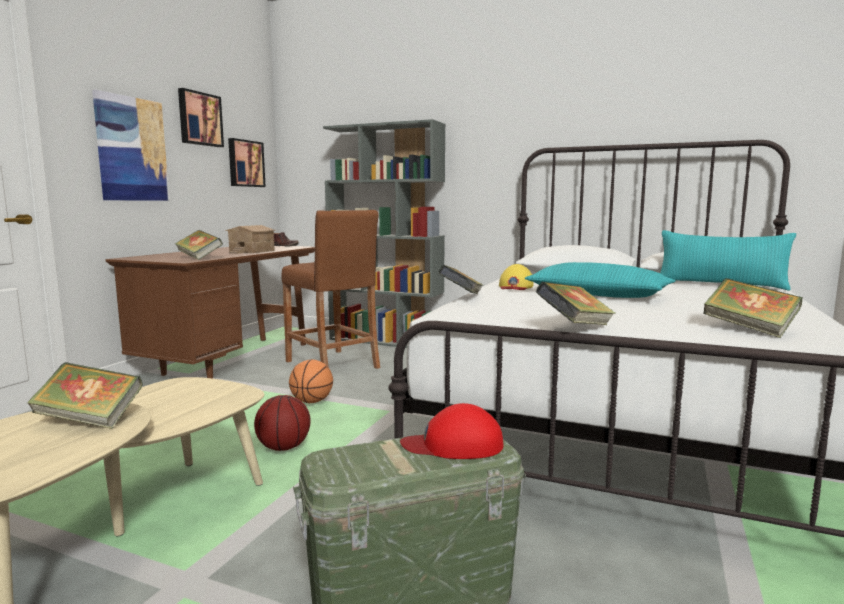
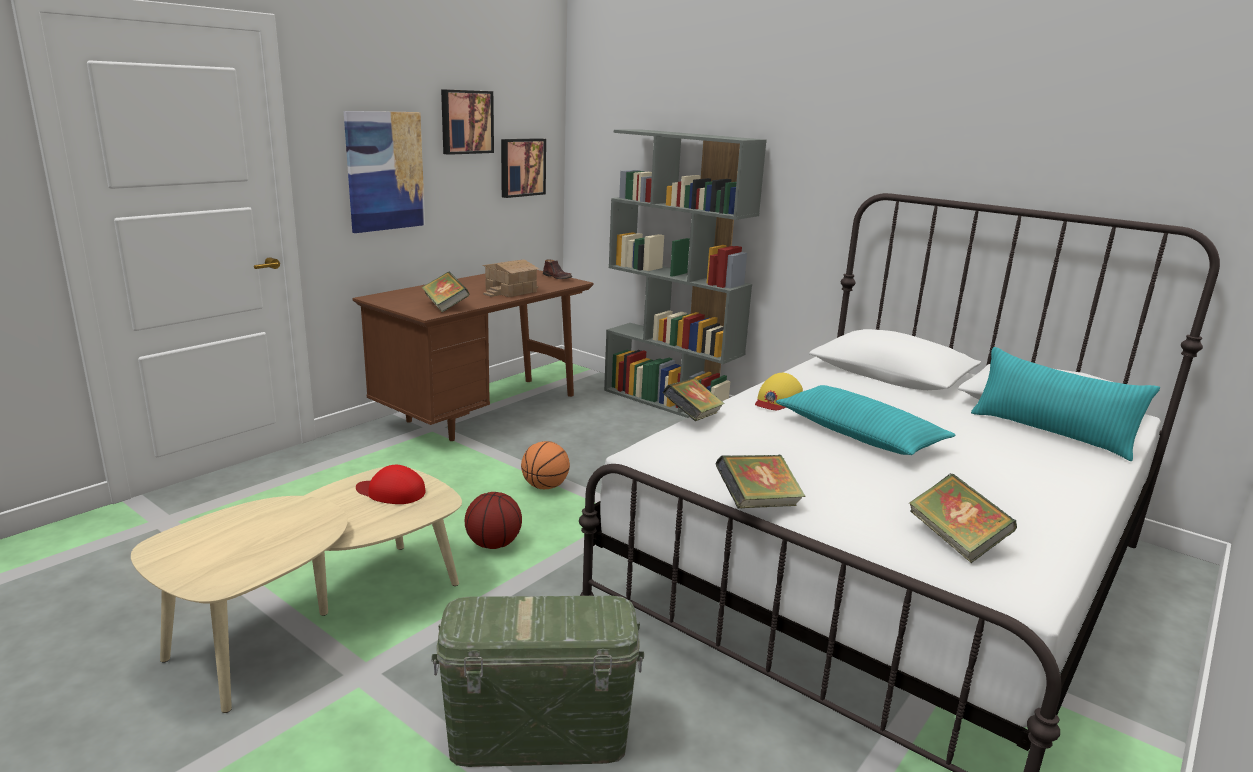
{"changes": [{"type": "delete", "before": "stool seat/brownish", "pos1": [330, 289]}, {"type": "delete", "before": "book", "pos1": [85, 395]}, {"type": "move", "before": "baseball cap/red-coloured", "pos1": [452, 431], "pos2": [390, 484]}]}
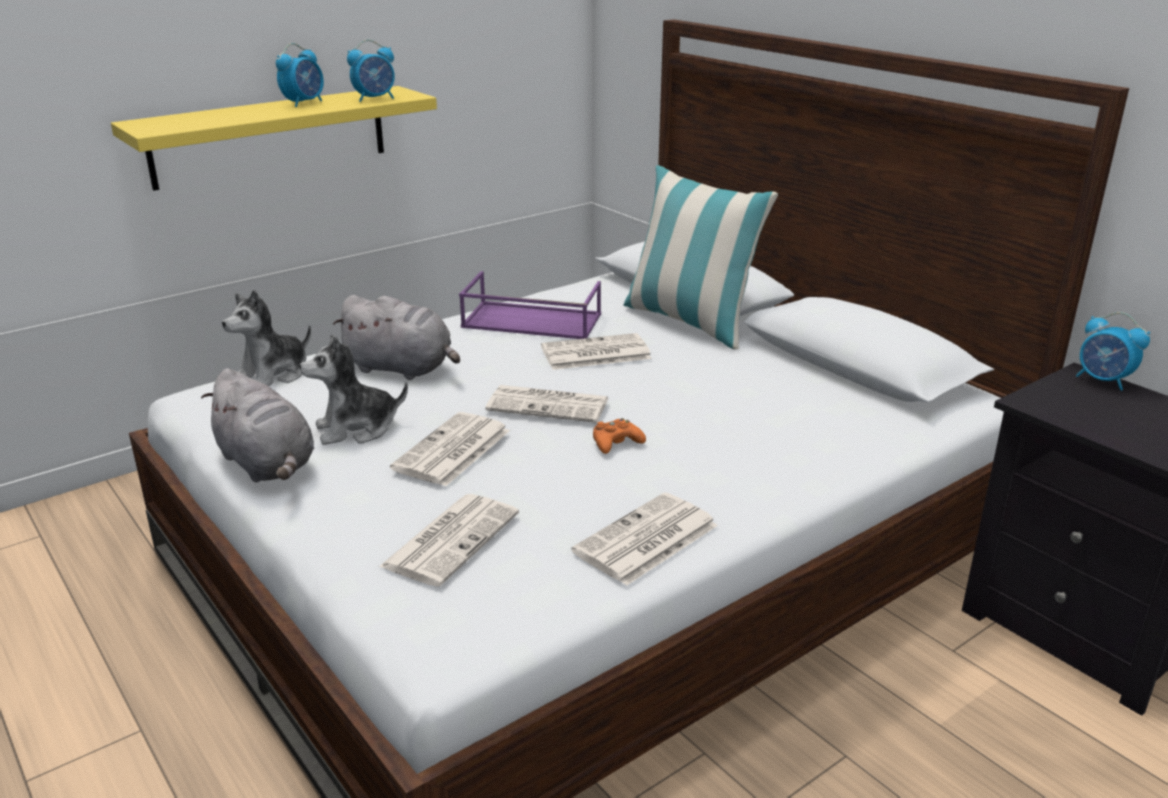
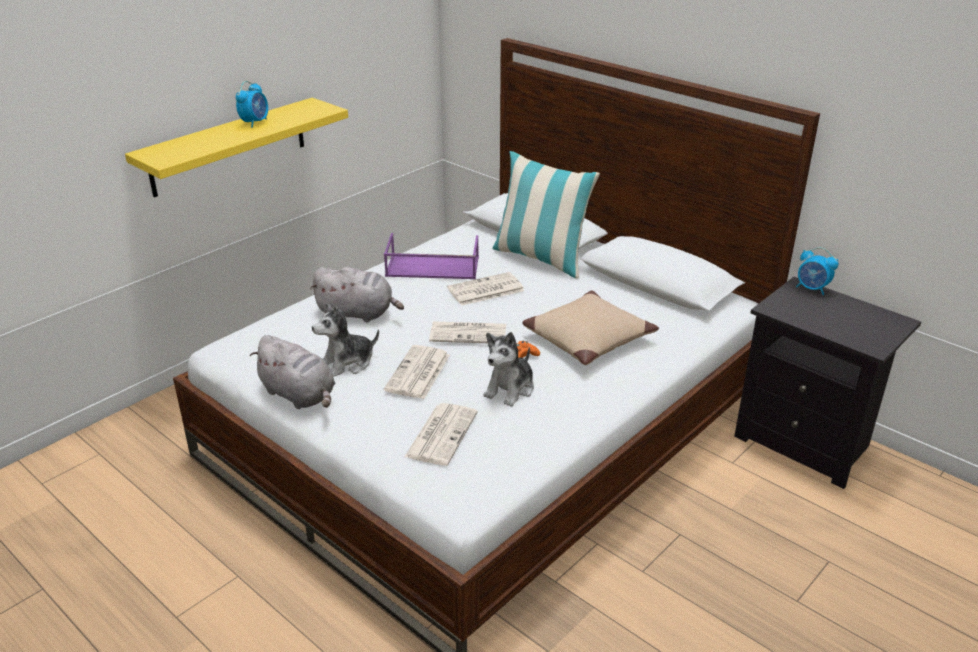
{"changes": [{"type": "delete", "before": "table clock", "pos1": [371, 71]}, {"type": "move", "before": "cuddly toy", "pos1": [266, 338], "pos2": [508, 369]}, {"type": "delete", "before": "daily paper", "pos1": [644, 539]}, {"type": "insert", "after": "pillow/beige-coloured", "pos2": [590, 328]}]}
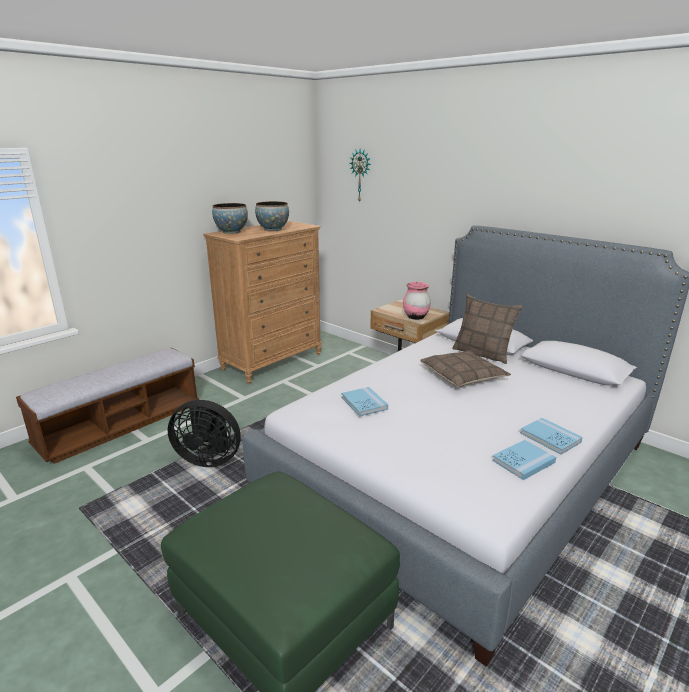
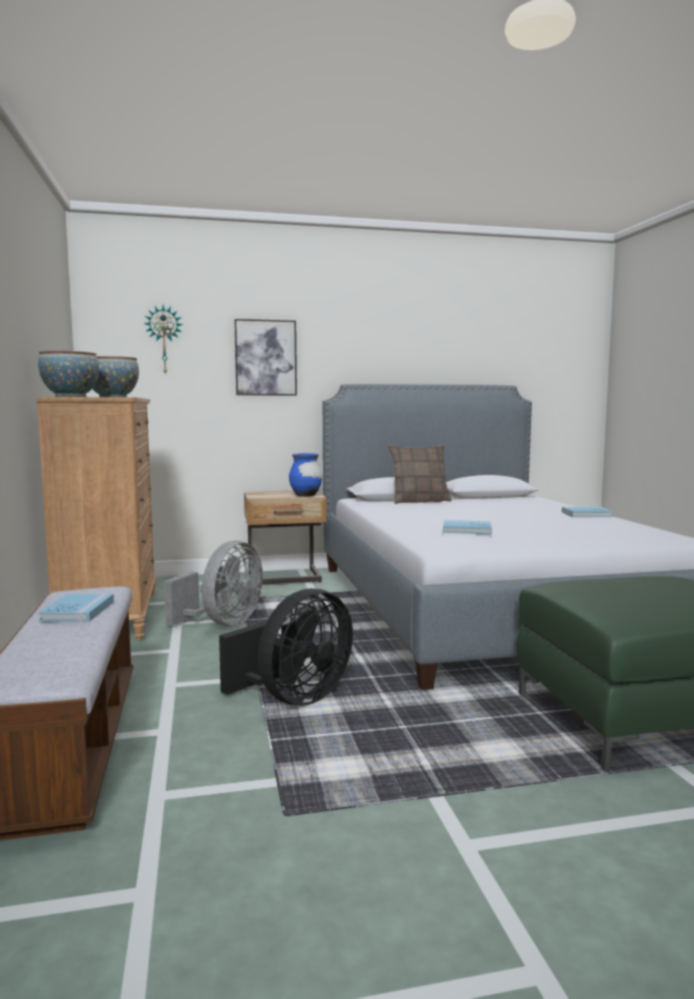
{"changes": [{"type": "recolor", "before": "decorative vase/pink-coloured", "after": "decorative vase/bluish", "pos1": [417, 301], "pos2": [305, 475]}, {"type": "delete", "before": "pillow", "pos1": [465, 369]}, {"type": "move", "before": "book/bluish", "pos1": [524, 460], "pos2": [76, 608]}, {"type": "insert", "after": "wall art", "pos2": [266, 357]}, {"type": "insert", "after": "electric fan/grey", "pos2": [213, 583]}]}
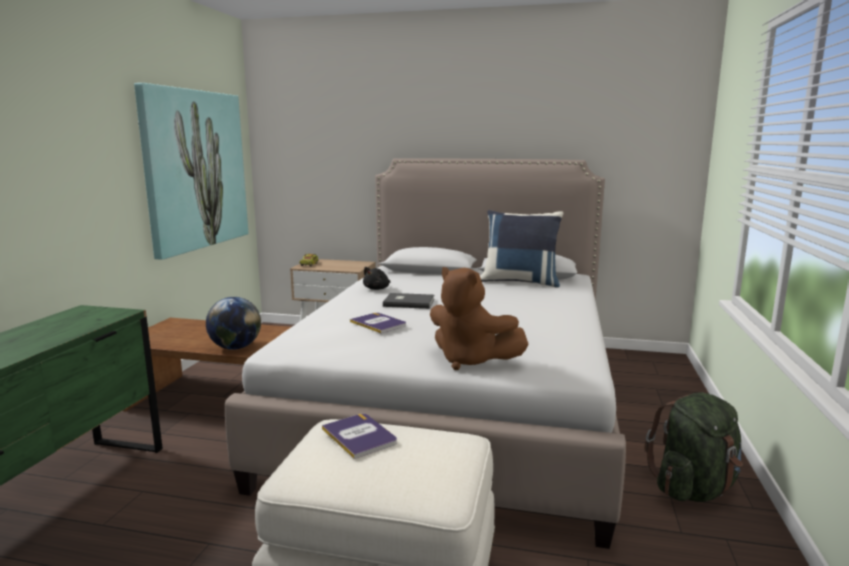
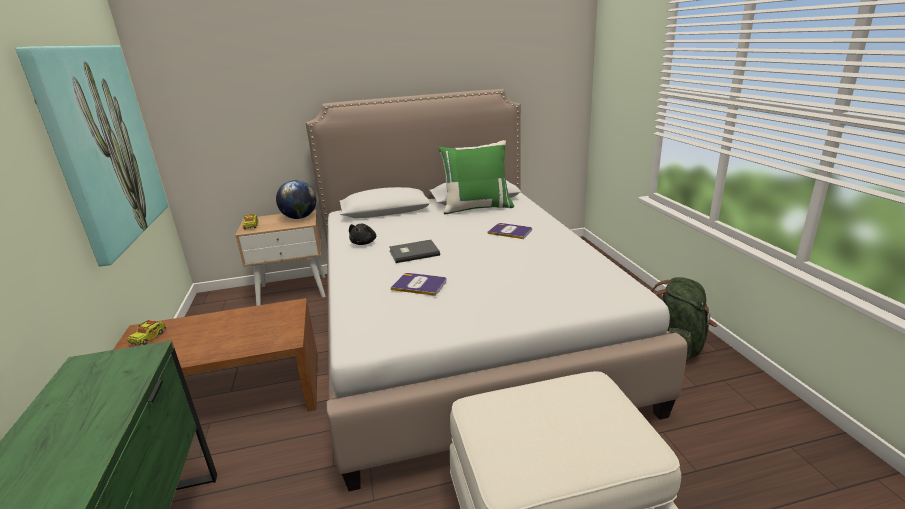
{"changes": [{"type": "recolor", "before": "pillow/bluish", "after": "pillow/greenish", "pos1": [521, 249], "pos2": [476, 177]}, {"type": "delete", "before": "cuddly toy/brownish", "pos1": [479, 318]}, {"type": "move", "before": "desk globe", "pos1": [233, 323], "pos2": [296, 199]}, {"type": "move", "before": "book", "pos1": [359, 436], "pos2": [510, 231]}, {"type": "insert", "after": "toy lorry", "pos2": [146, 332]}]}
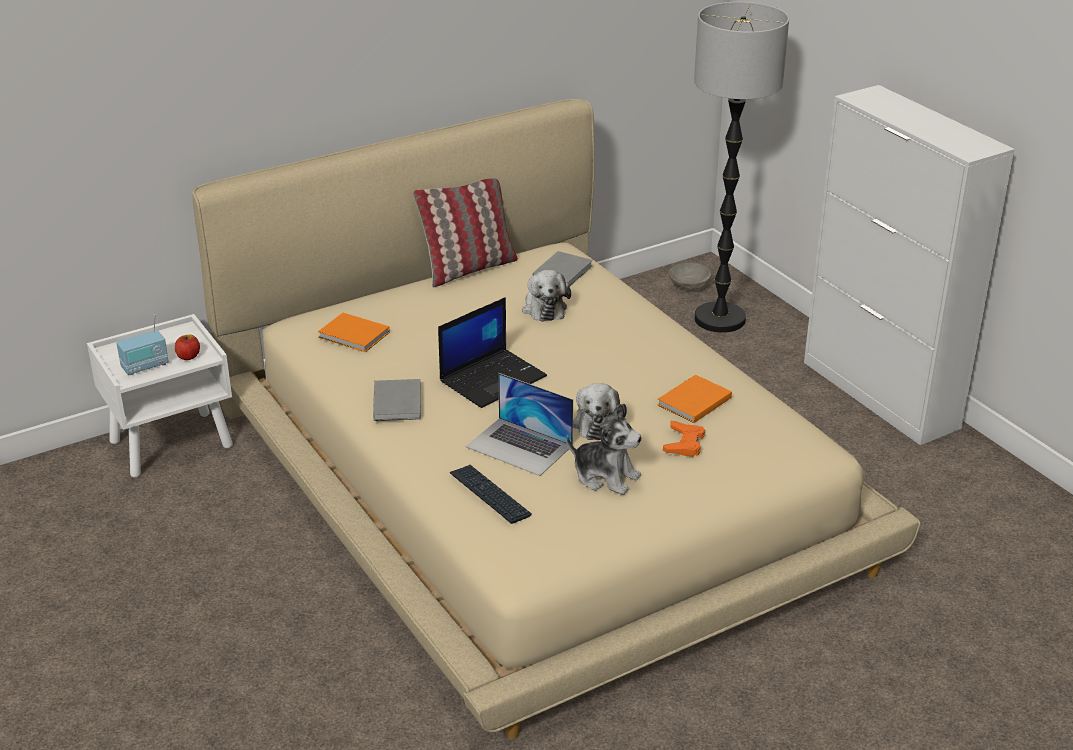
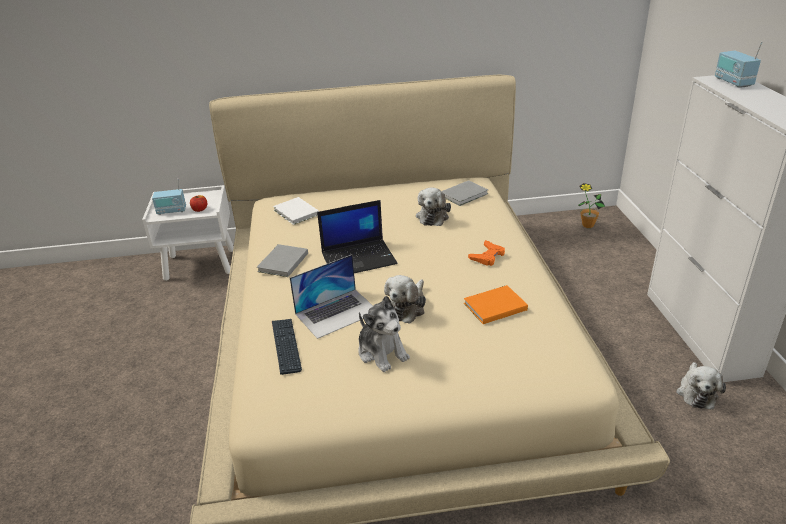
{"changes": [{"type": "delete", "before": "standing lamp", "pos1": [741, 167]}, {"type": "delete", "before": "pillow", "pos1": [465, 232]}, {"type": "replace", "before": "deep dish/grey", "after": "plant in a pot", "pos1": [690, 276], "pos2": [591, 205]}, {"type": "recolor", "before": "book/orange", "after": "book/white-coloured", "pos1": [354, 332], "pos2": [296, 211]}, {"type": "rotate", "before": "laptop", "pos1": [519, 424], "pos2": [331, 296], "turn": -90}, {"type": "move", "before": "gamepad/orange", "pos1": [684, 439], "pos2": [486, 253]}, {"type": "insert", "after": "radio receiver", "pos2": [738, 65]}, {"type": "insert", "after": "cuddly toy", "pos2": [701, 385]}]}
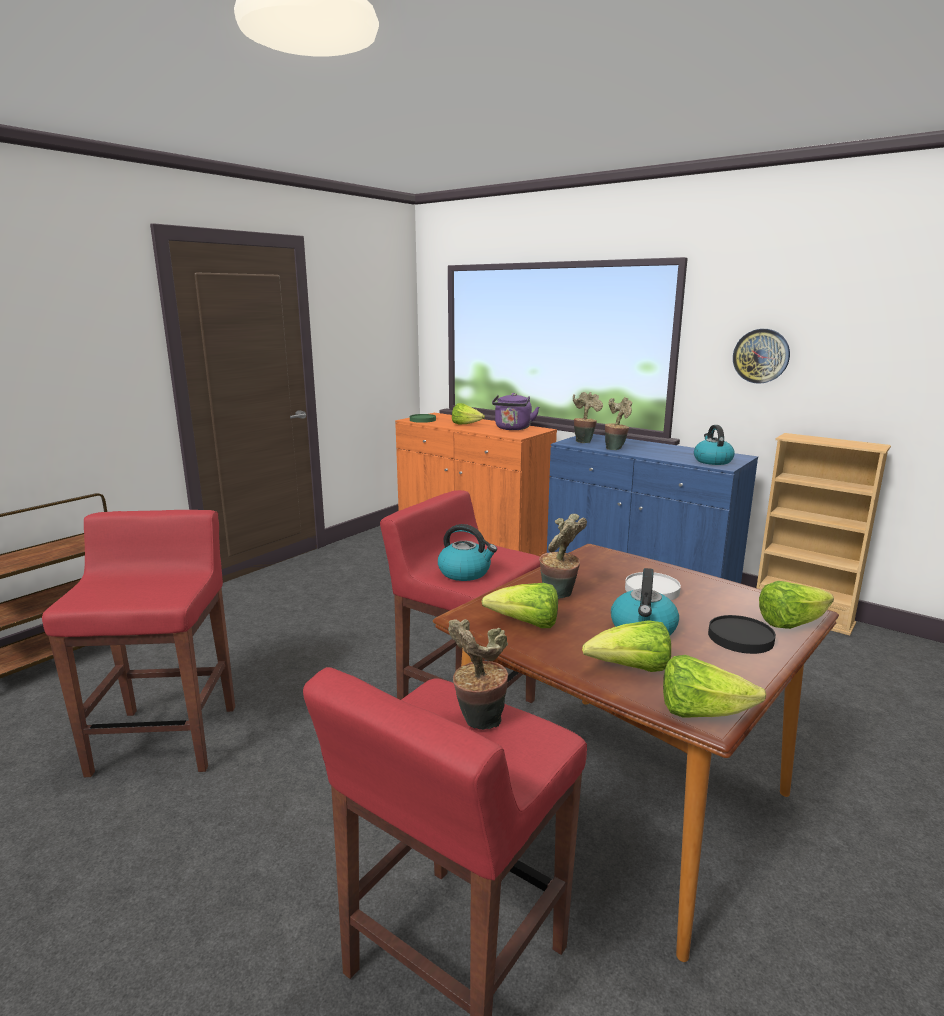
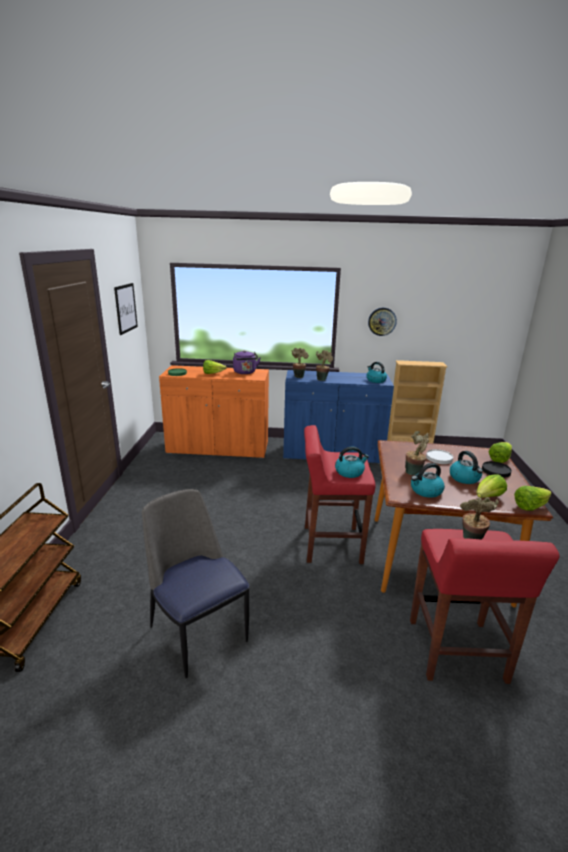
{"changes": [{"type": "replace", "before": "stool seat/red-coloured", "after": "chair", "pos1": [138, 643], "pos2": [195, 583]}, {"type": "replace", "before": "head of lettuce", "after": "water kettle", "pos1": [519, 605], "pos2": [428, 480]}, {"type": "insert", "after": "wall art", "pos2": [126, 309]}]}
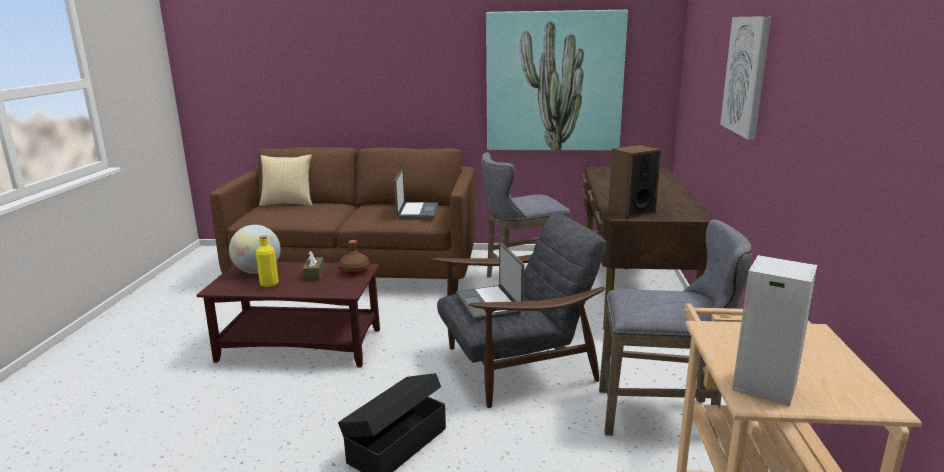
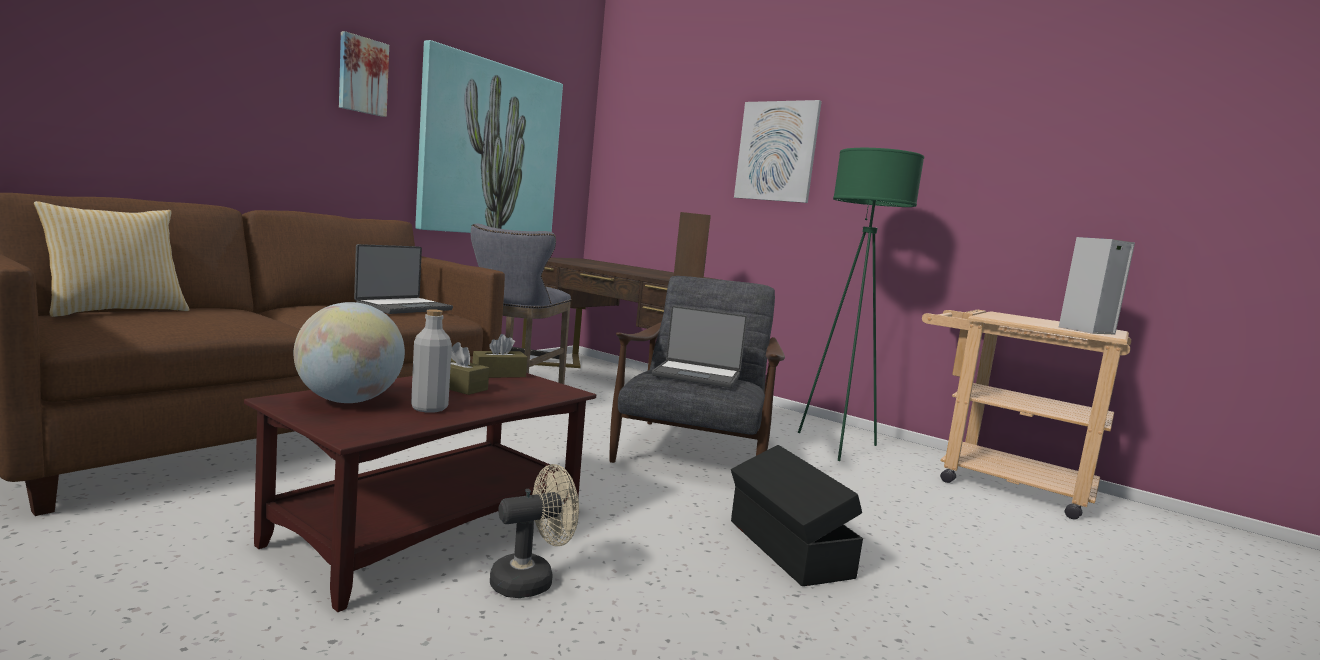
{"changes": [{"type": "rotate", "before": "laptop", "pos1": [416, 194], "pos2": [403, 279], "turn": 90}, {"type": "replace", "before": "stool seat/grey", "after": "standing lamp/greenish", "pos1": [675, 328], "pos2": [861, 304]}, {"type": "recolor", "before": "bottle/yellow-coloured", "after": "bottle/grey", "pos1": [267, 261], "pos2": [431, 361]}, {"type": "replace", "before": "bottle/brownish", "after": "box of tissues/brownish", "pos1": [354, 257], "pos2": [500, 356]}, {"type": "insert", "after": "wall art", "pos2": [364, 74]}, {"type": "insert", "after": "electric fan/beige-coloured", "pos2": [534, 531]}]}
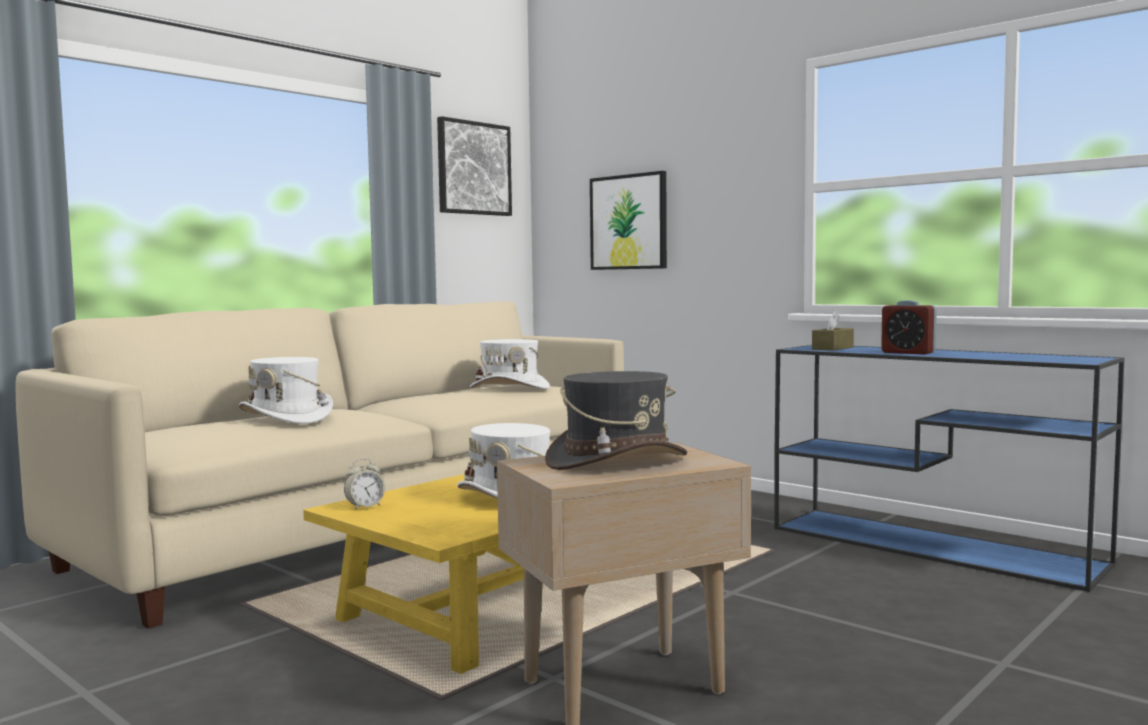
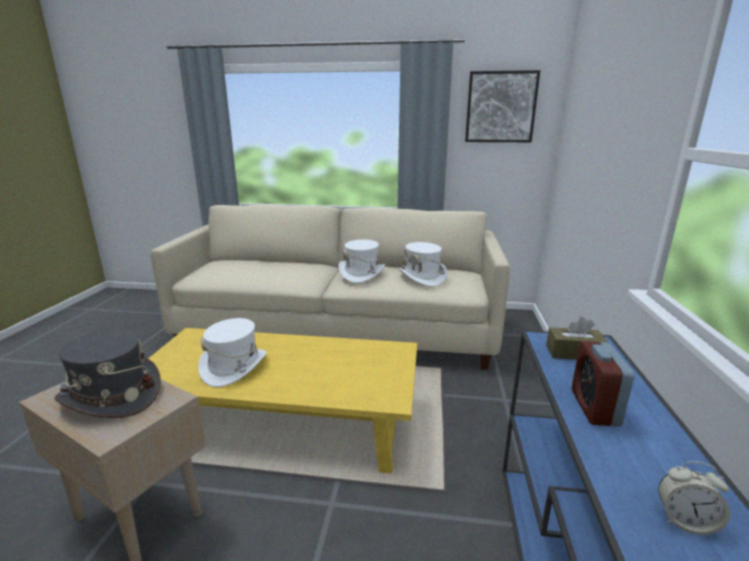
{"changes": [{"type": "delete", "before": "wall art", "pos1": [628, 220]}, {"type": "move", "before": "clothing hat/white-coloured", "pos1": [286, 390], "pos2": [361, 261]}, {"type": "move", "before": "table clock", "pos1": [364, 484], "pos2": [694, 498]}]}
